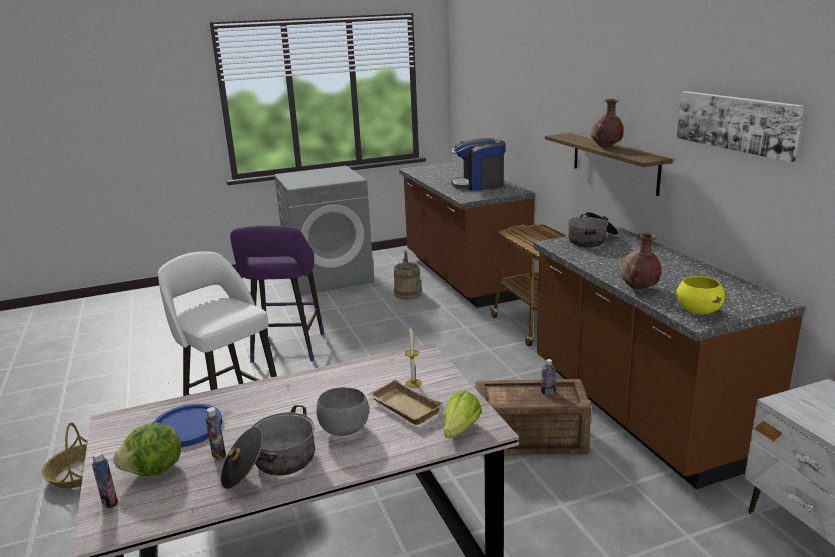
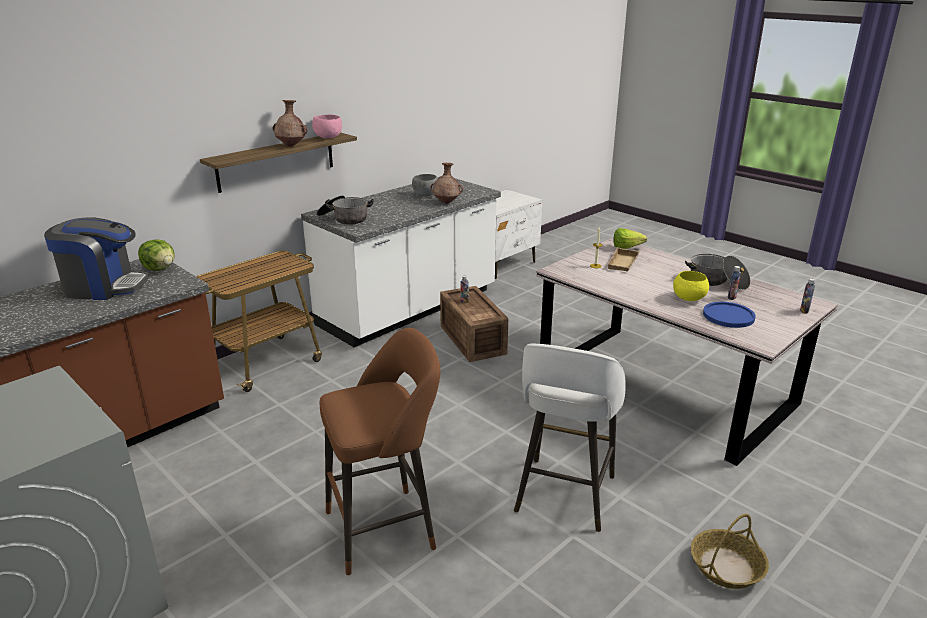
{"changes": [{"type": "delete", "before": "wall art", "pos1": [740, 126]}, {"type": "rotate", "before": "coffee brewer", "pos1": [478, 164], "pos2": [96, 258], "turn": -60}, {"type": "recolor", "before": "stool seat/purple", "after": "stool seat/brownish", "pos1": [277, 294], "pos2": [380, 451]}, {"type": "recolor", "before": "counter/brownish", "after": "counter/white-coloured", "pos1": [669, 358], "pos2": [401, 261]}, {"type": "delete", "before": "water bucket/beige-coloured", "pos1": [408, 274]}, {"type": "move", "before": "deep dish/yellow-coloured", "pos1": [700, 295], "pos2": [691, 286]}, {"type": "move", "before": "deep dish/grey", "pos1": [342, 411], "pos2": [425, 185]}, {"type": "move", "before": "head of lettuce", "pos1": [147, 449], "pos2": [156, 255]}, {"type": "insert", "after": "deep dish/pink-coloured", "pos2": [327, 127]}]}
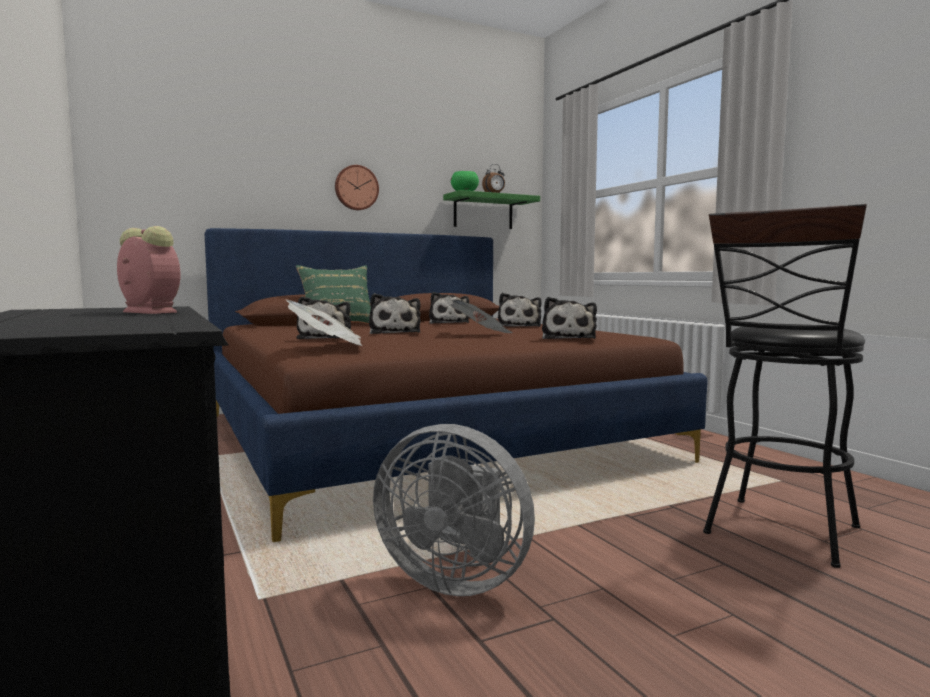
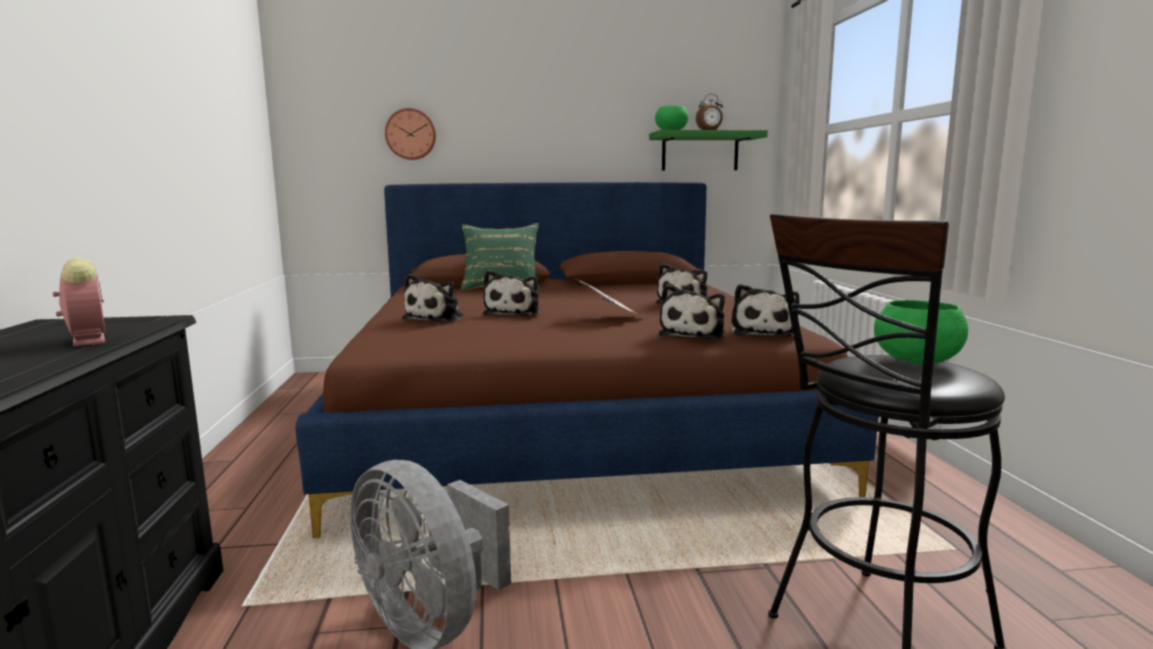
{"changes": [{"type": "move", "before": "clock on the wall", "pos1": [357, 187], "pos2": [410, 134]}, {"type": "move", "before": "cuddly toy", "pos1": [449, 308], "pos2": [765, 310]}, {"type": "delete", "before": "daily paper", "pos1": [324, 323]}, {"type": "insert", "after": "deep dish/greenish", "pos2": [921, 332]}]}
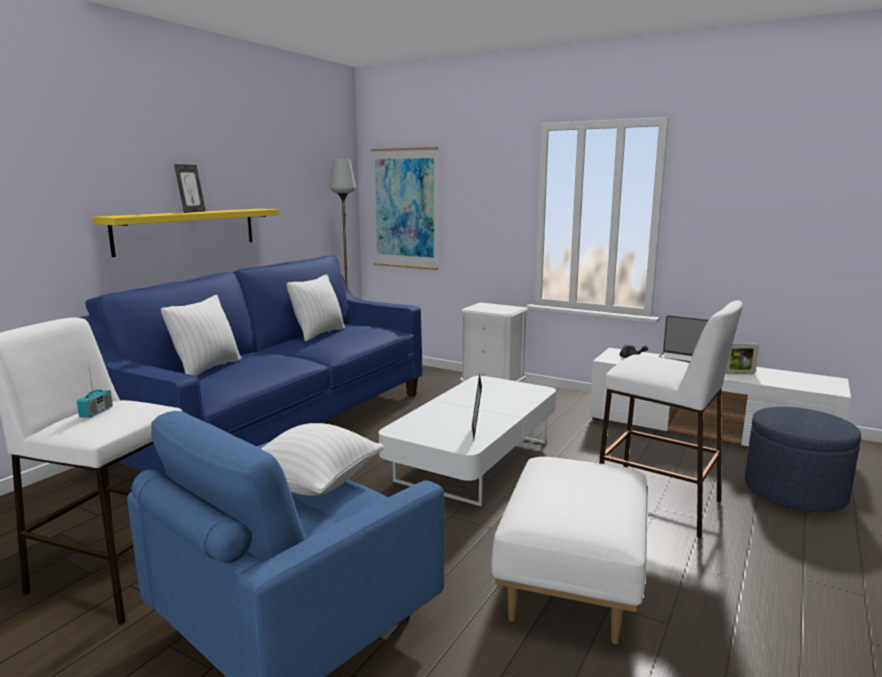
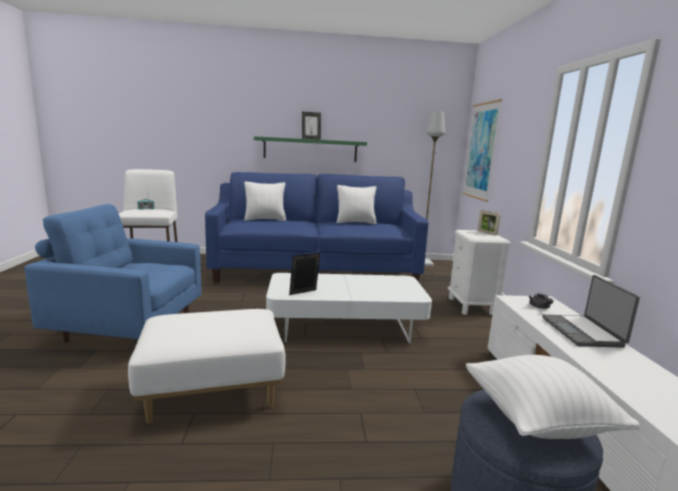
{"changes": [{"type": "recolor", "before": "bracket shelf/yellow-coloured", "after": "bracket shelf/greenish", "pos1": [185, 233], "pos2": [310, 149]}, {"type": "delete", "before": "stool seat/white-coloured", "pos1": [671, 420]}, {"type": "move", "before": "standing frame", "pos1": [742, 359], "pos2": [489, 222]}, {"type": "move", "before": "pillow/white-coloured", "pos1": [322, 459], "pos2": [553, 397]}]}
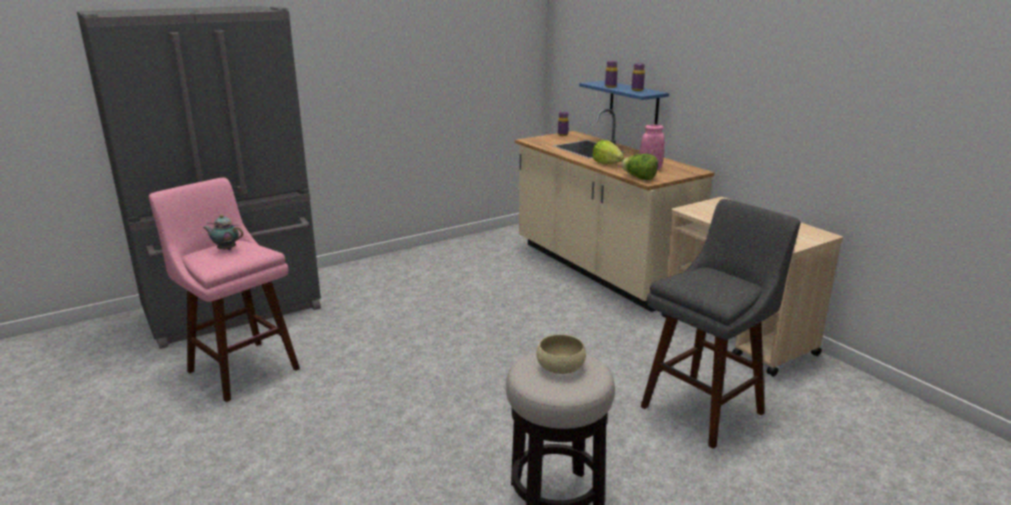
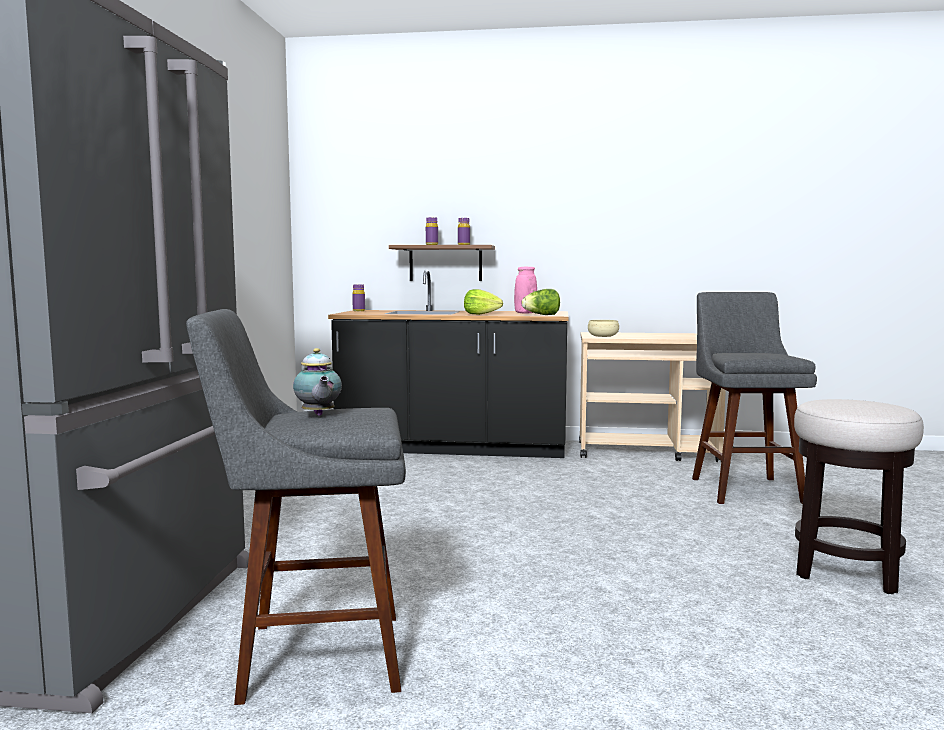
{"changes": [{"type": "recolor", "before": "bracket shelf/bluish", "after": "bracket shelf/brownish", "pos1": [624, 102], "pos2": [442, 263]}, {"type": "recolor", "before": "counter/beige-coloured", "after": "counter/black", "pos1": [614, 210], "pos2": [448, 363]}, {"type": "recolor", "before": "stool seat/pink-coloured", "after": "stool seat/grey", "pos1": [224, 290], "pos2": [296, 507]}, {"type": "rotate", "before": "teapot", "pos1": [223, 232], "pos2": [317, 382], "turn": -75}, {"type": "move", "before": "deep dish/beige-coloured", "pos1": [561, 354], "pos2": [603, 328]}]}
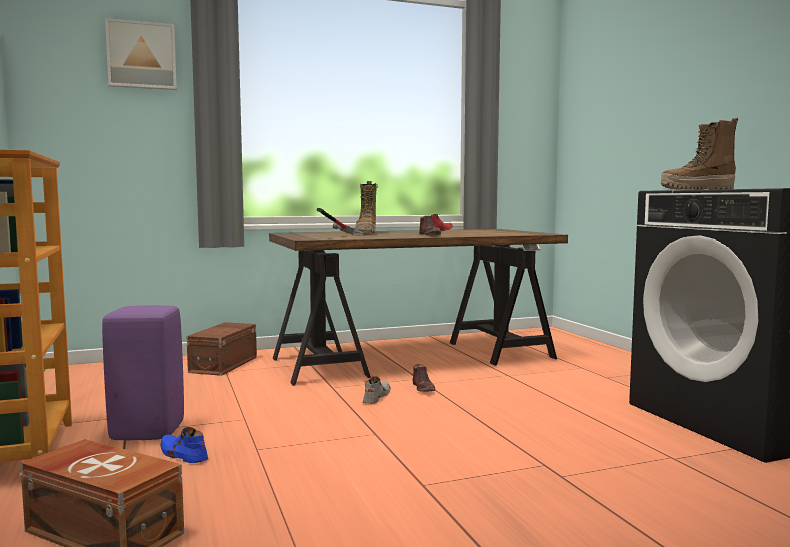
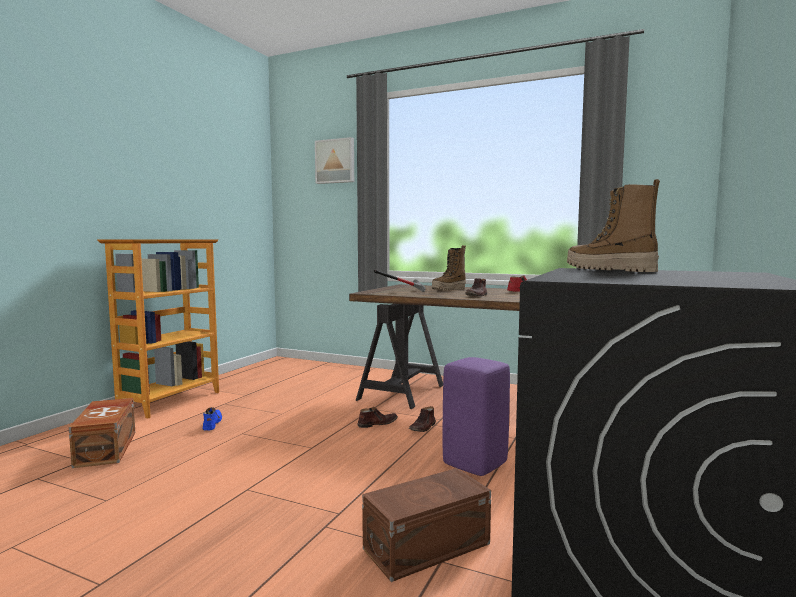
{"changes": [{"type": "move", "before": "stool seat/purple", "pos1": [143, 372], "pos2": [476, 416]}, {"type": "move", "before": "storage container/brownish", "pos1": [222, 349], "pos2": [426, 525]}, {"type": "recolor", "before": "shoe/grey", "after": "shoe/brownish", "pos1": [376, 390], "pos2": [377, 417]}]}
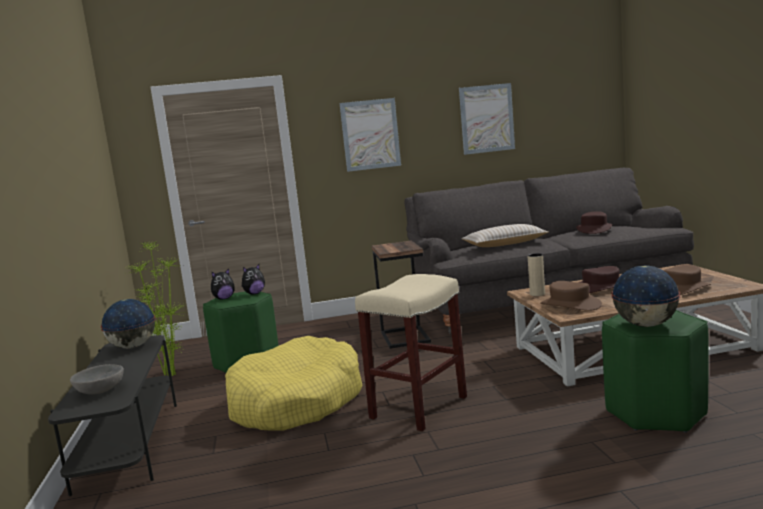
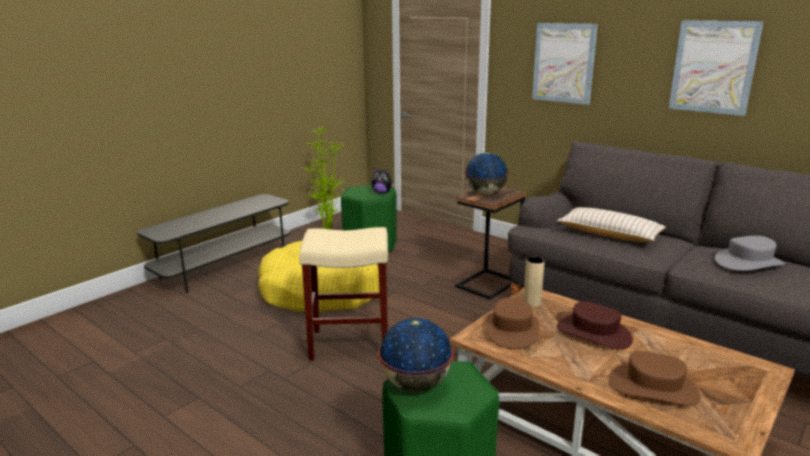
{"changes": [{"type": "recolor", "before": "clothing hat/brownish", "after": "clothing hat/grey", "pos1": [594, 222], "pos2": [750, 253]}, {"type": "delete", "before": "cuddly toy", "pos1": [223, 284]}, {"type": "move", "before": "desk globe", "pos1": [128, 324], "pos2": [486, 174]}, {"type": "delete", "before": "deep dish/grey", "pos1": [97, 379]}]}
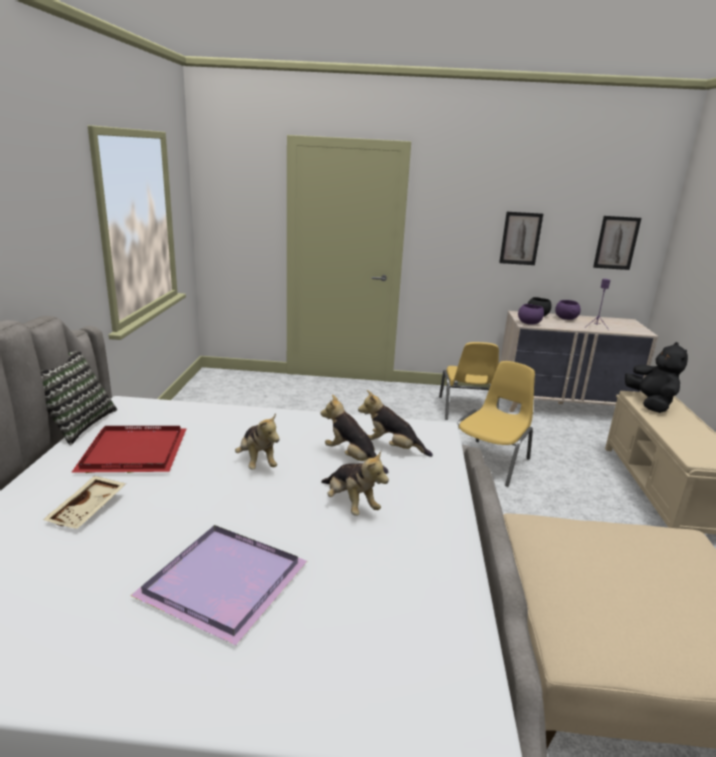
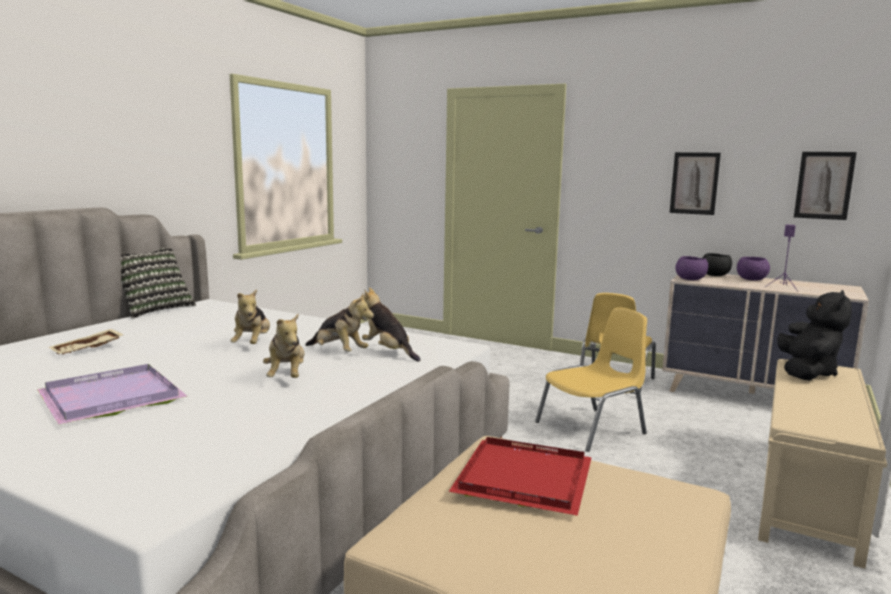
{"changes": [{"type": "rotate", "before": "cuddly toy", "pos1": [354, 434], "pos2": [339, 323], "turn": 150}, {"type": "move", "before": "serving tray/red-coloured", "pos1": [129, 449], "pos2": [520, 476]}]}
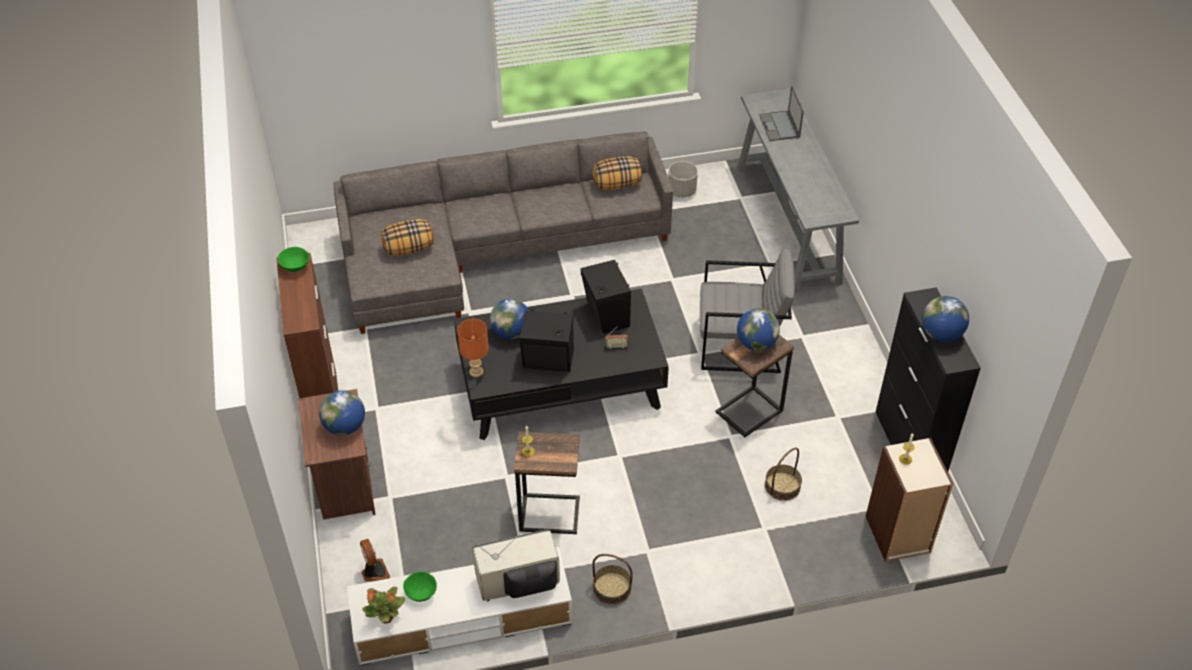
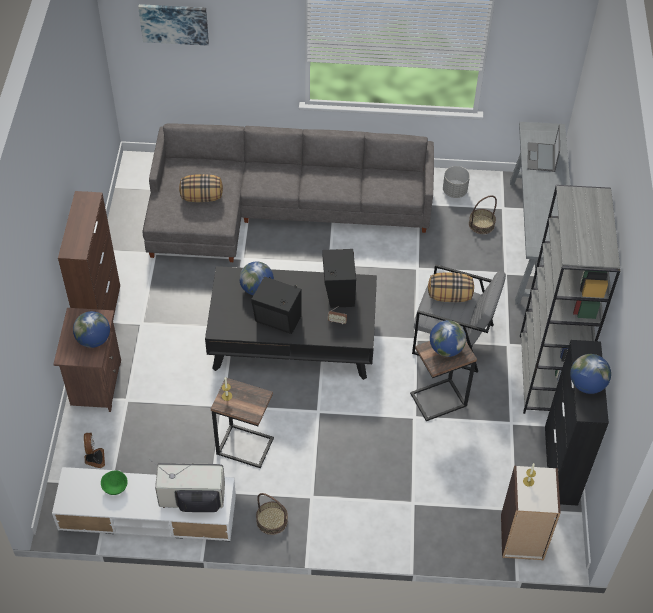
{"changes": [{"type": "move", "before": "pillow", "pos1": [617, 173], "pos2": [451, 287]}, {"type": "delete", "before": "deep dish/greenish", "pos1": [293, 259]}, {"type": "delete", "before": "tabletop lamp/orange", "pos1": [473, 348]}, {"type": "move", "before": "basket", "pos1": [783, 474], "pos2": [483, 214]}, {"type": "delete", "before": "plant in a pot", "pos1": [383, 605]}, {"type": "insert", "after": "wall art", "pos2": [173, 25]}, {"type": "insert", "after": "bookcase/grey", "pos2": [570, 299]}]}
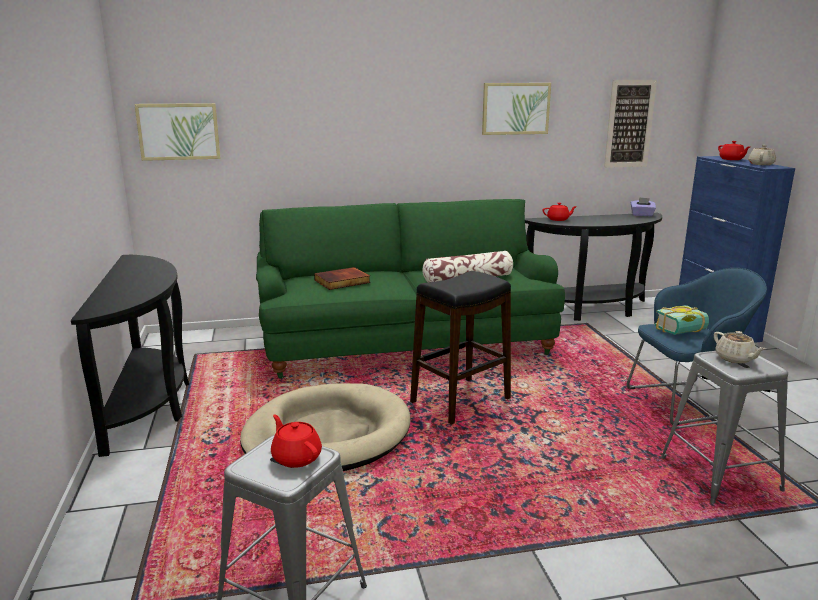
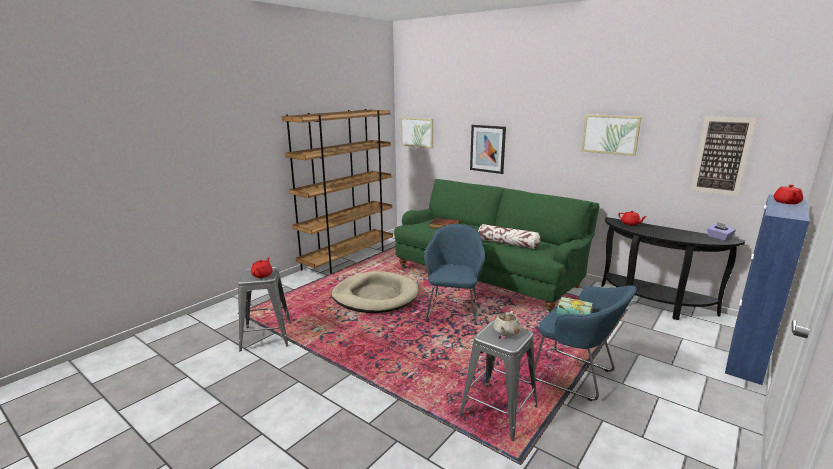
{"changes": [{"type": "delete", "before": "teapot/beige-coloured", "pos1": [762, 155]}, {"type": "replace", "before": "console table/black", "after": "bookcase/brownish", "pos1": [130, 356], "pos2": [337, 191]}, {"type": "replace", "before": "stool seat/black", "after": "lounge chair/bluish", "pos1": [460, 348], "pos2": [454, 274]}, {"type": "insert", "after": "wall art", "pos2": [488, 149]}]}
